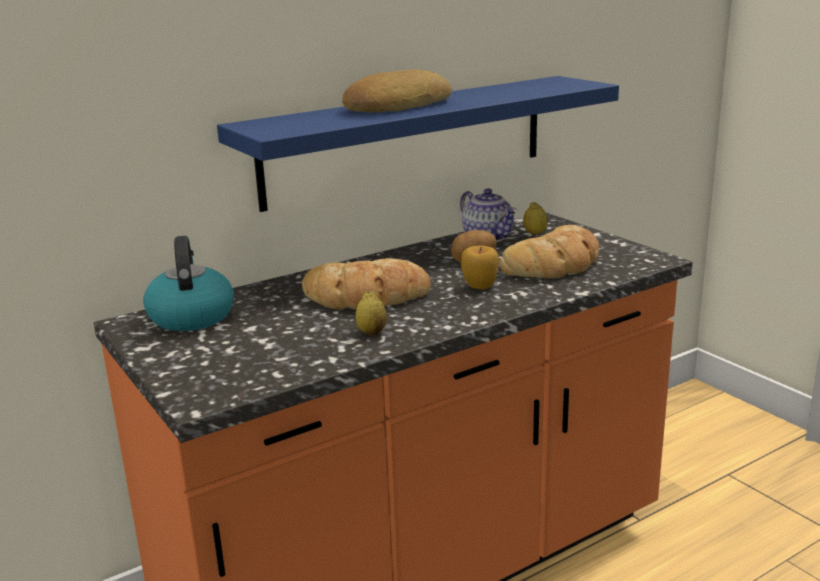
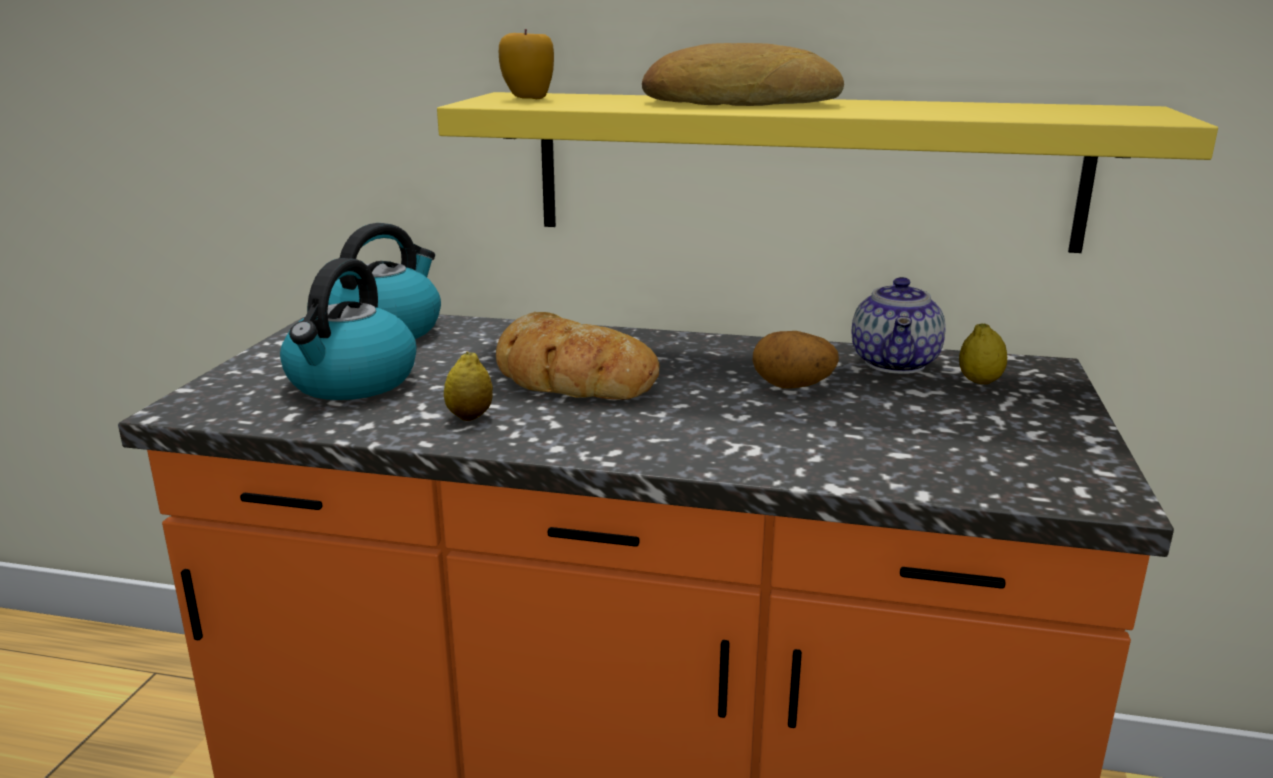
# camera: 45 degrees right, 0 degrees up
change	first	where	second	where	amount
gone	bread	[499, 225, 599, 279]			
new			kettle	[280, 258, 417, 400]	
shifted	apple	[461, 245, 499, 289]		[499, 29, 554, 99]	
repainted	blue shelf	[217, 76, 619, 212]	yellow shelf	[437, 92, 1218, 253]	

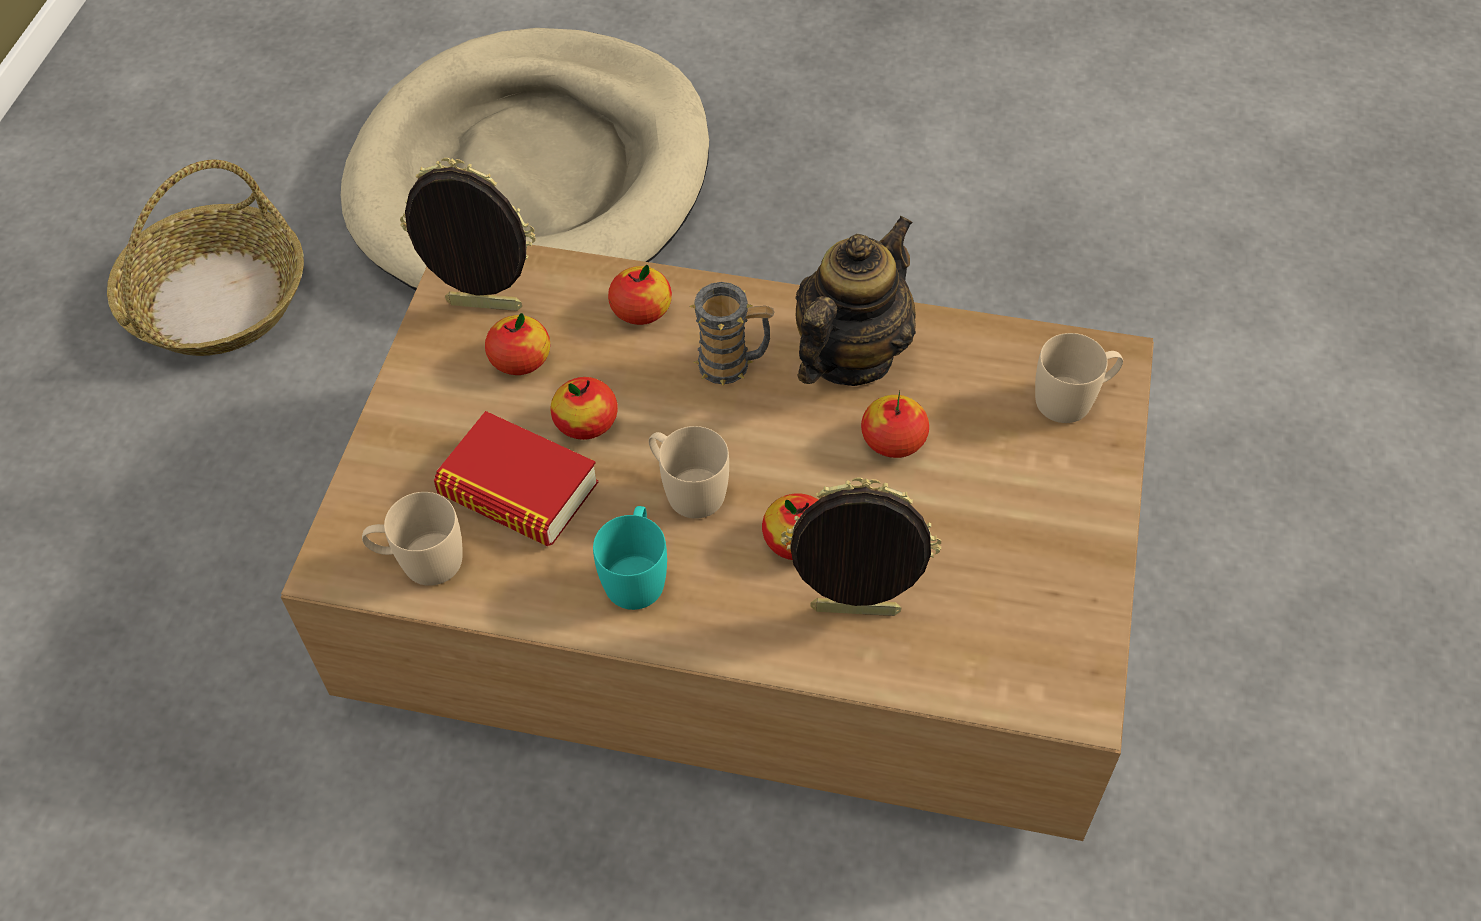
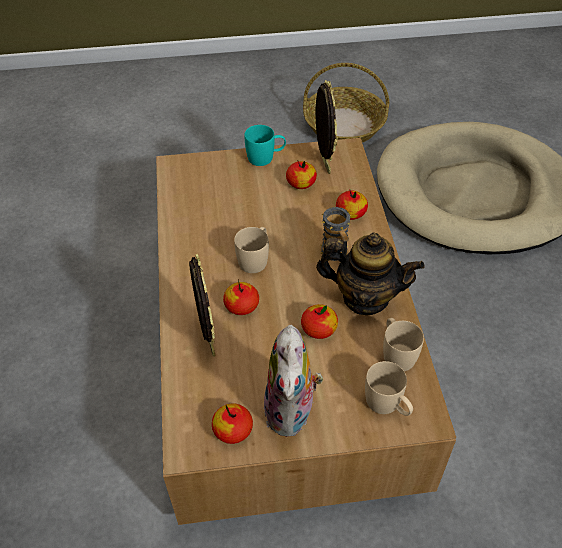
# camera: 70 degrees right, 5 degrees down
change	first	where	second	where	amount
gone	book	[434, 411, 598, 547]			
new			plush toy	[264, 325, 323, 437]	
shifted	beige mug	[362, 492, 463, 586]		[383, 318, 424, 371]	
shifted	apple	[551, 377, 618, 440]		[212, 403, 253, 444]	
shifted	turquoise mug	[593, 506, 667, 610]		[244, 125, 286, 166]	

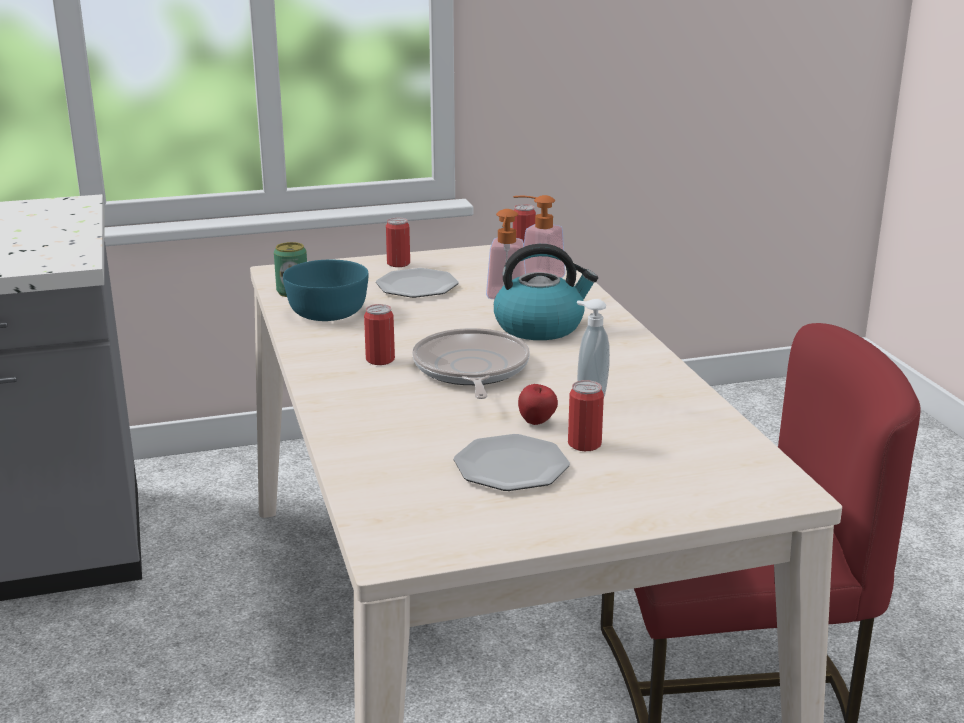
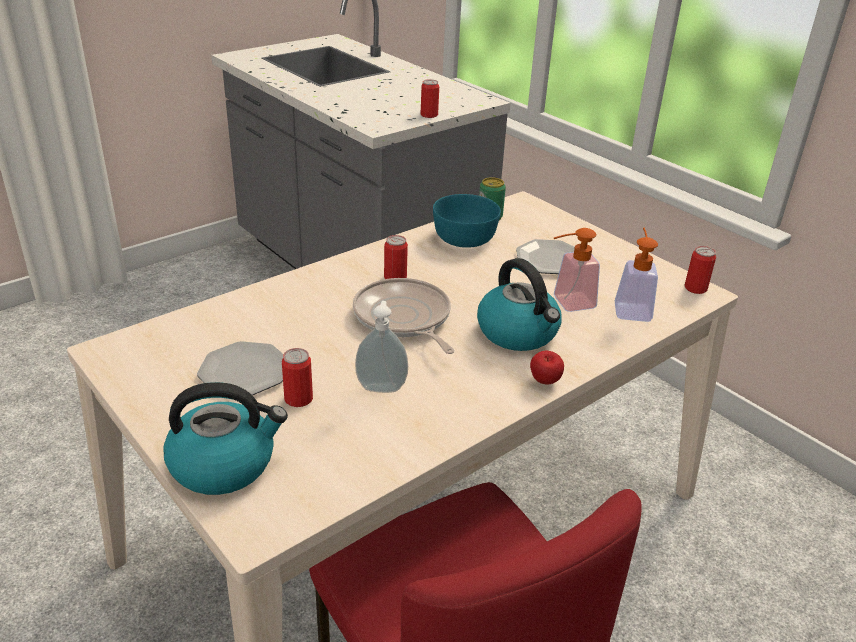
# camera: 65 degrees right, 10 degrees up
change	first	where	second	where	amount
new			kettle	[163, 382, 288, 495]	
shifted	can	[386, 218, 410, 267]		[421, 79, 439, 118]	
shifted	apple	[518, 384, 558, 425]		[530, 351, 564, 385]	
rotated	frying pan	[412, 328, 530, 399]		[353, 278, 454, 354]	90 degrees counterclockwise

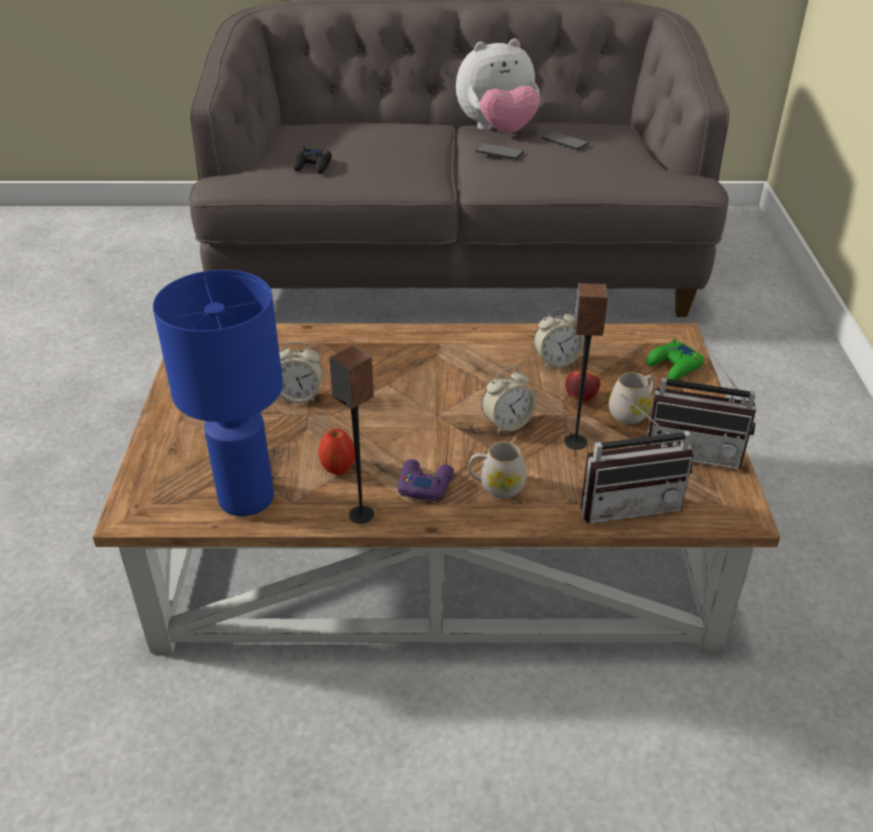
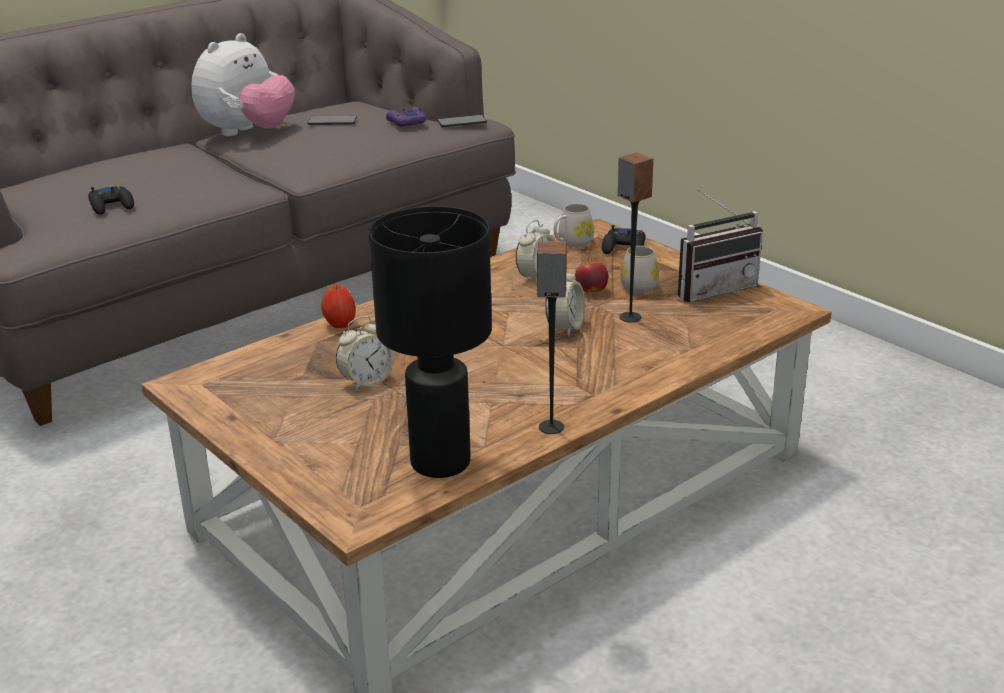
# camera: 40 degrees left, 10 degrees down
change	first	where	second	where	amount
gone	radio	[581, 394, 693, 523]			
shifted	apple	[318, 428, 355, 475]		[321, 285, 356, 328]	
shifted	purple game controller	[397, 459, 454, 501]		[386, 107, 426, 126]	
shifted	white mug	[469, 442, 526, 498]		[554, 203, 594, 247]	
shifted	phone	[475, 143, 524, 160]		[437, 115, 487, 127]	
repainted	blue table lamp	[153, 270, 283, 516]	black table lamp	[369, 206, 492, 478]	
repainted	green game controller	[646, 339, 704, 380]	black game controller	[602, 225, 646, 254]	

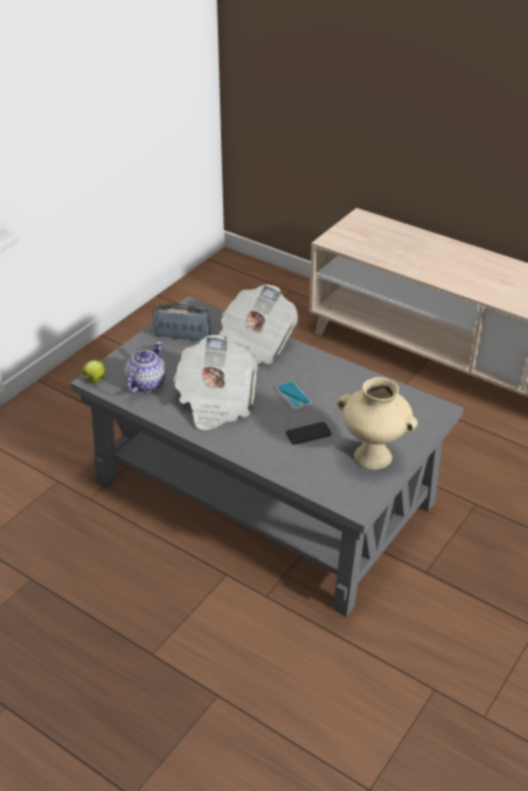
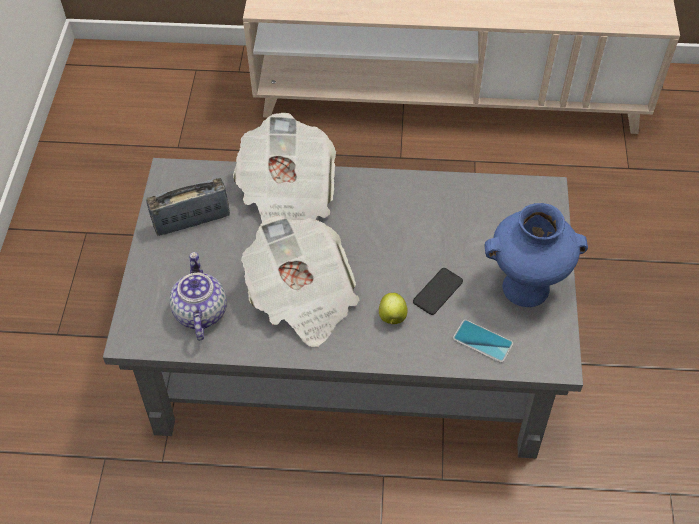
# camera: 30 degrees left, 15 degrees up
change	first	where	second	where	amount
shifted	apple	[83, 360, 105, 383]		[379, 293, 408, 324]	
shifted	phone	[276, 381, 312, 410]		[453, 320, 513, 363]	
repainted	beige vase	[337, 377, 418, 470]	blue vase	[484, 203, 588, 307]	

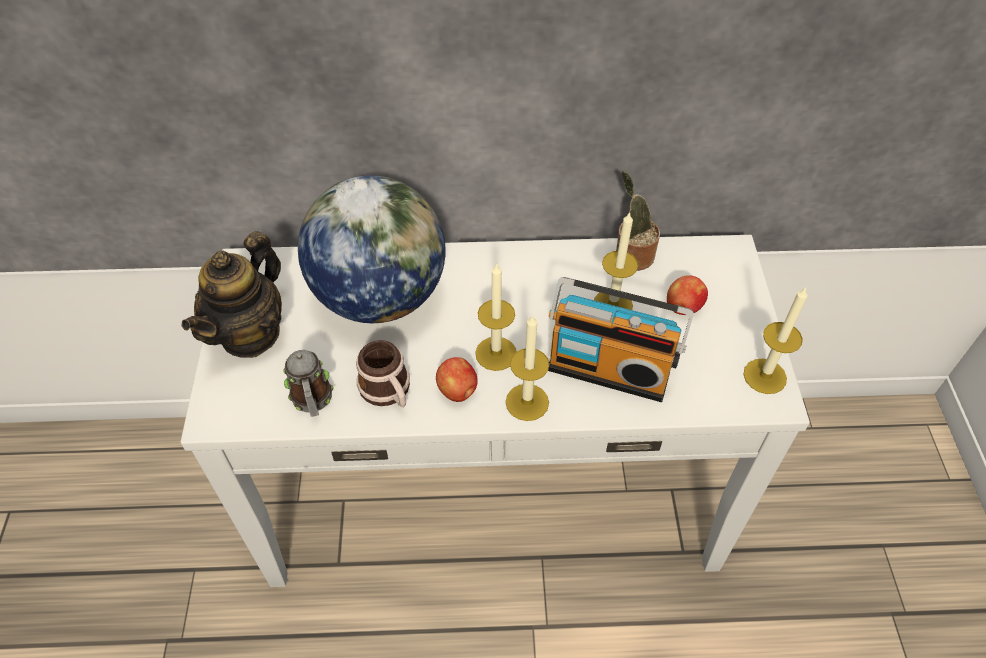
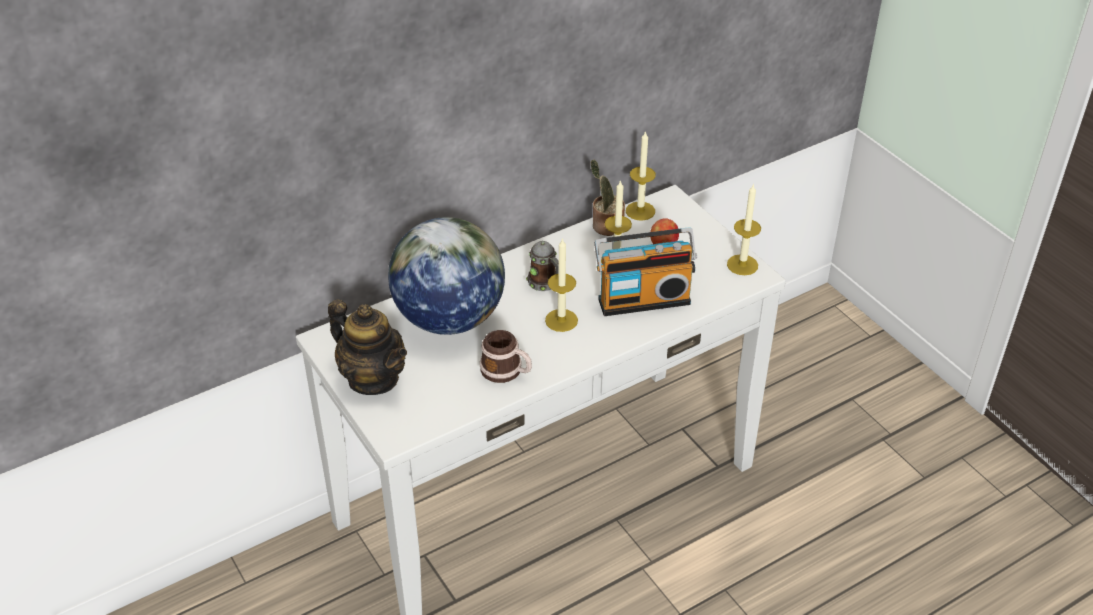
# camera: 30 degrees left, 10 degrees down
change	first	where	second	where	amount
gone	apple	[436, 357, 478, 402]			
shifted	mug	[283, 350, 334, 417]		[526, 241, 559, 291]	
shifted	candle	[506, 314, 549, 421]		[626, 131, 656, 221]	
rotated	teapot	[182, 231, 282, 358]		[328, 299, 407, 395]	45 degrees counterclockwise

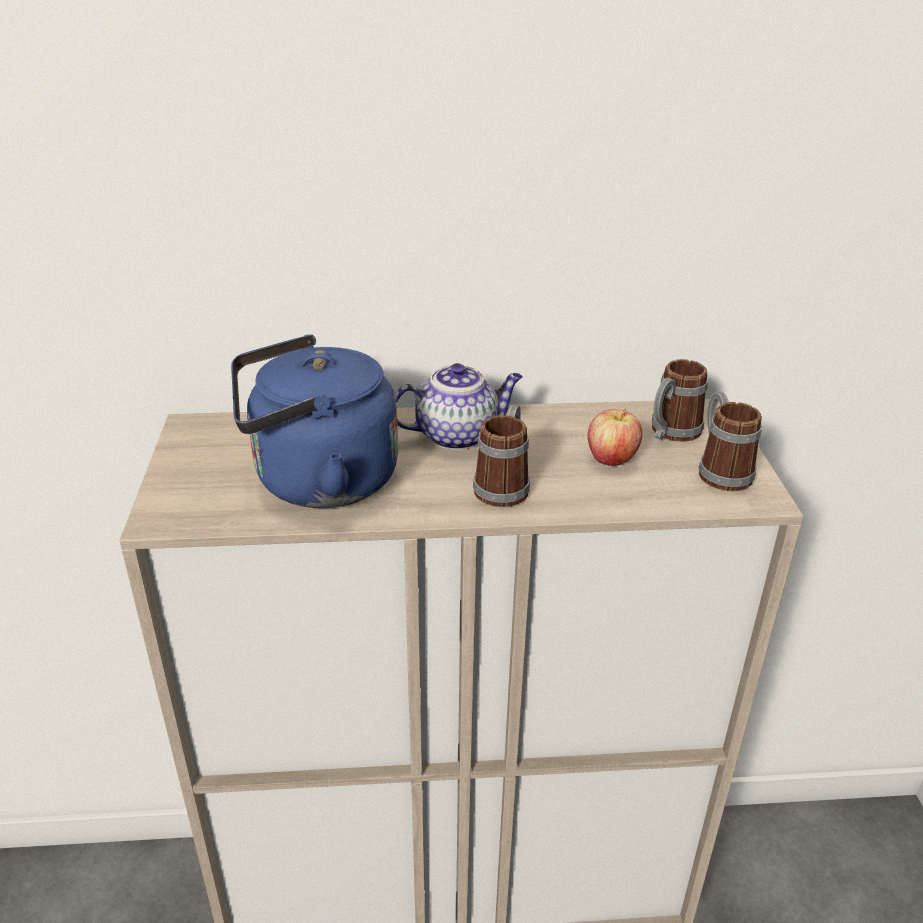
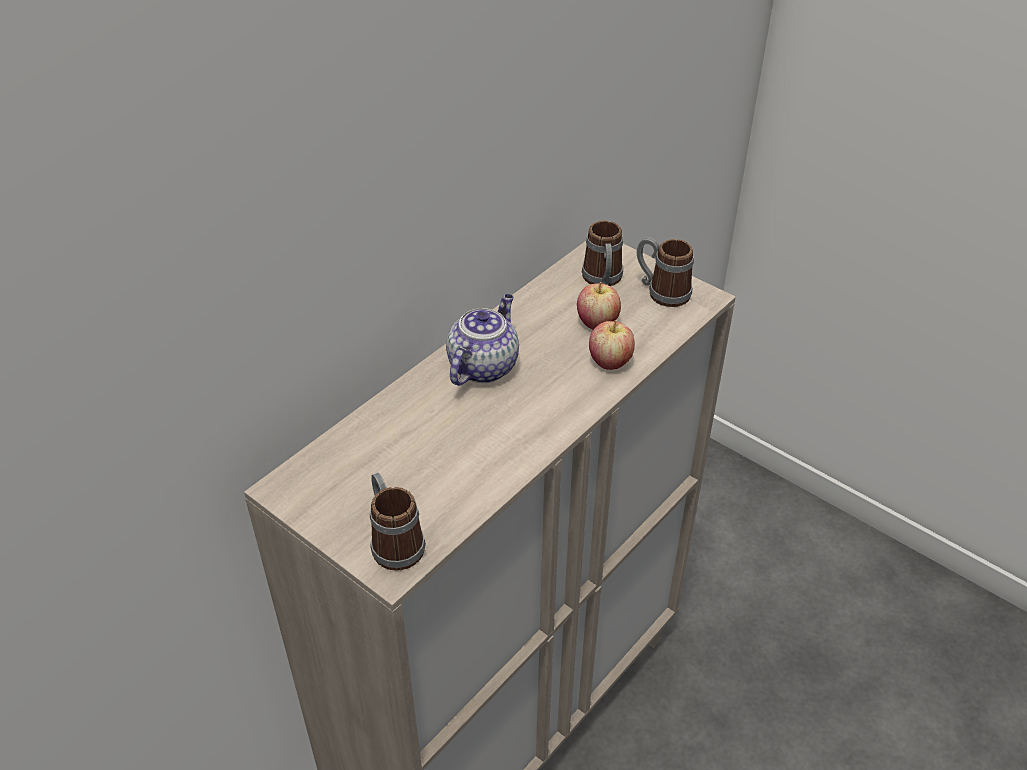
# camera: 45 degrees left, 10 degrees up
change	first	where	second	where	amount
gone	blue kettle	[231, 334, 398, 508]			
new			apple	[589, 320, 635, 370]	
shifted	mug	[473, 405, 530, 507]		[370, 473, 426, 571]	

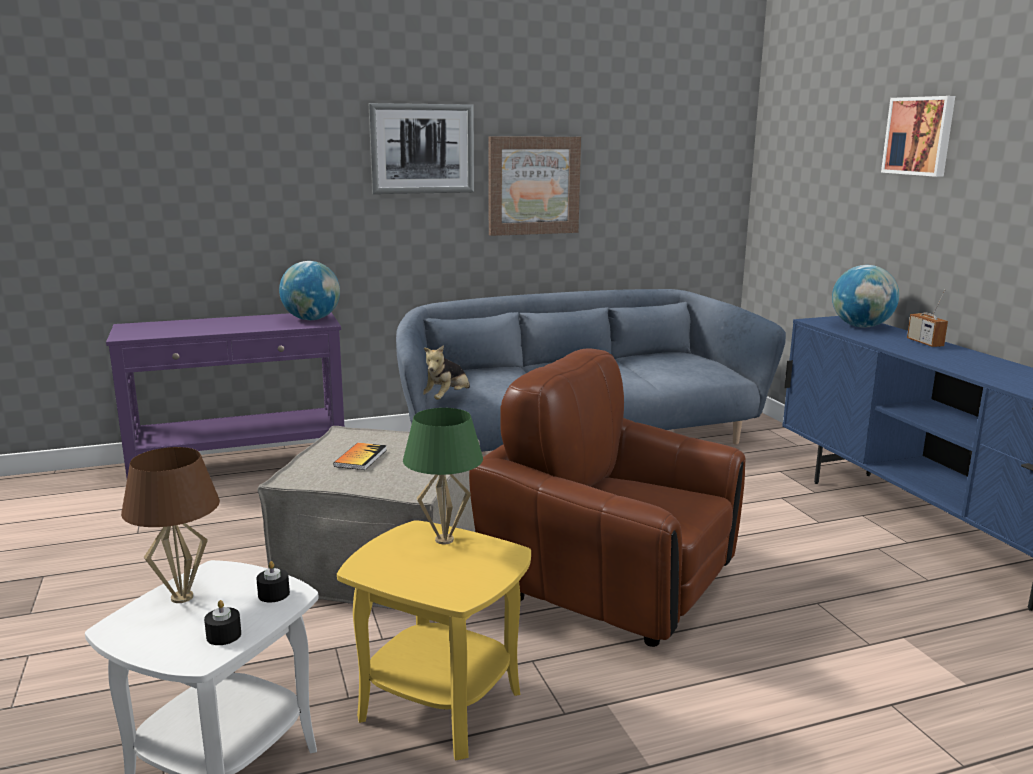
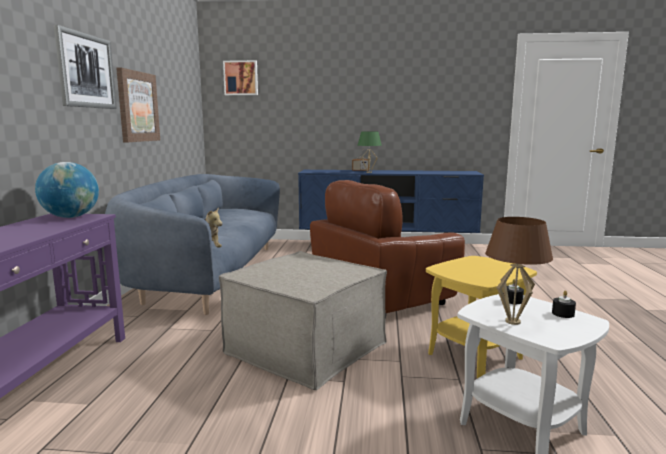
# camera: 65 degrees left, 5 degrees down
change	first	where	second	where	amount
gone	book	[333, 443, 387, 470]			
gone	globe	[832, 265, 899, 328]			
shifted	green table lamp	[403, 408, 483, 544]		[357, 132, 382, 173]	
shifted	picture	[881, 96, 955, 177]		[223, 60, 258, 95]	

